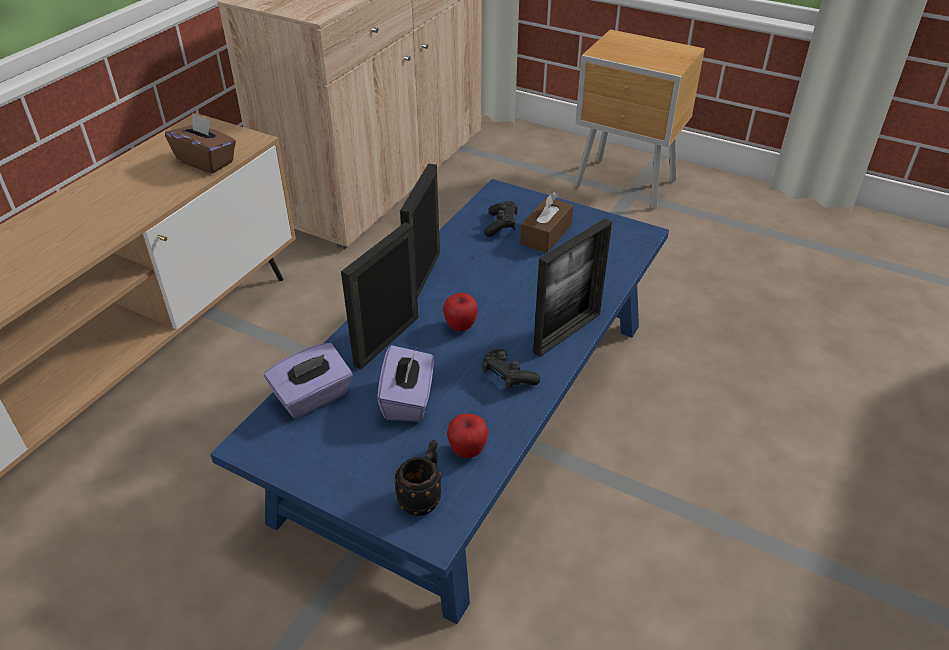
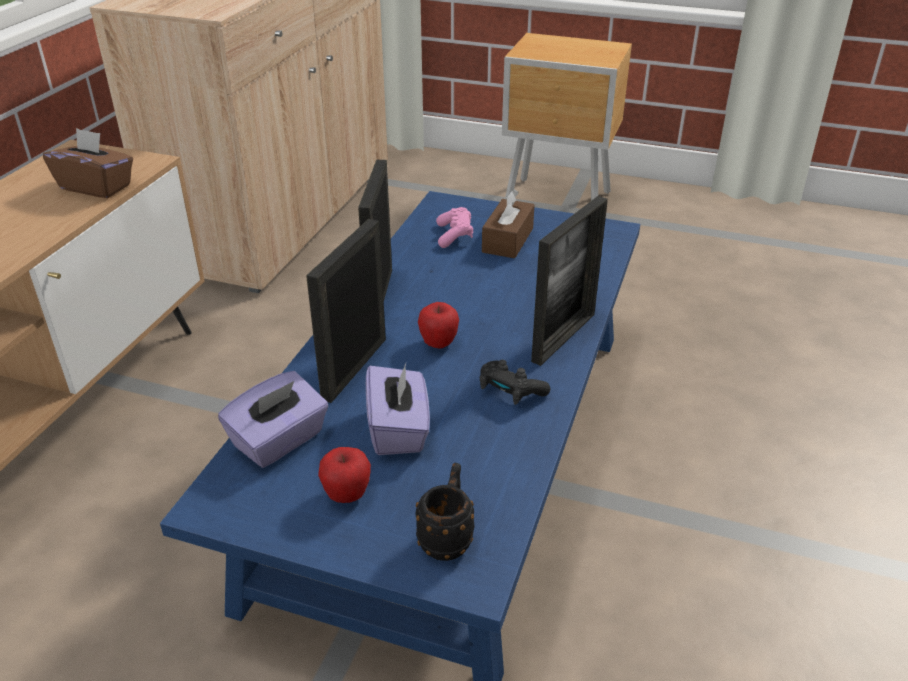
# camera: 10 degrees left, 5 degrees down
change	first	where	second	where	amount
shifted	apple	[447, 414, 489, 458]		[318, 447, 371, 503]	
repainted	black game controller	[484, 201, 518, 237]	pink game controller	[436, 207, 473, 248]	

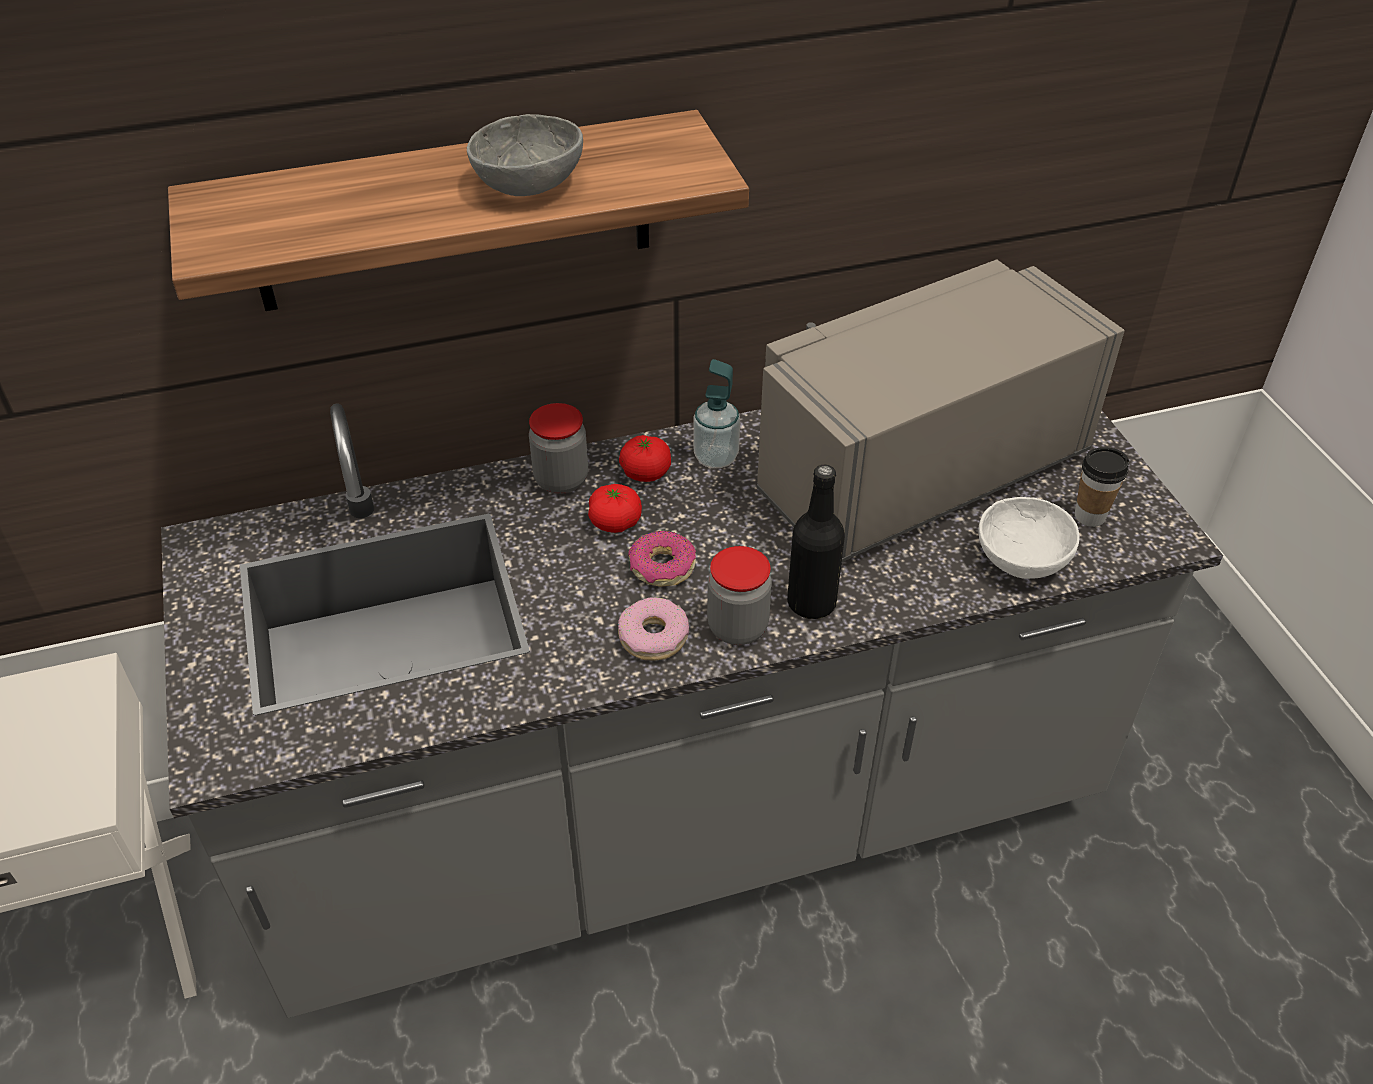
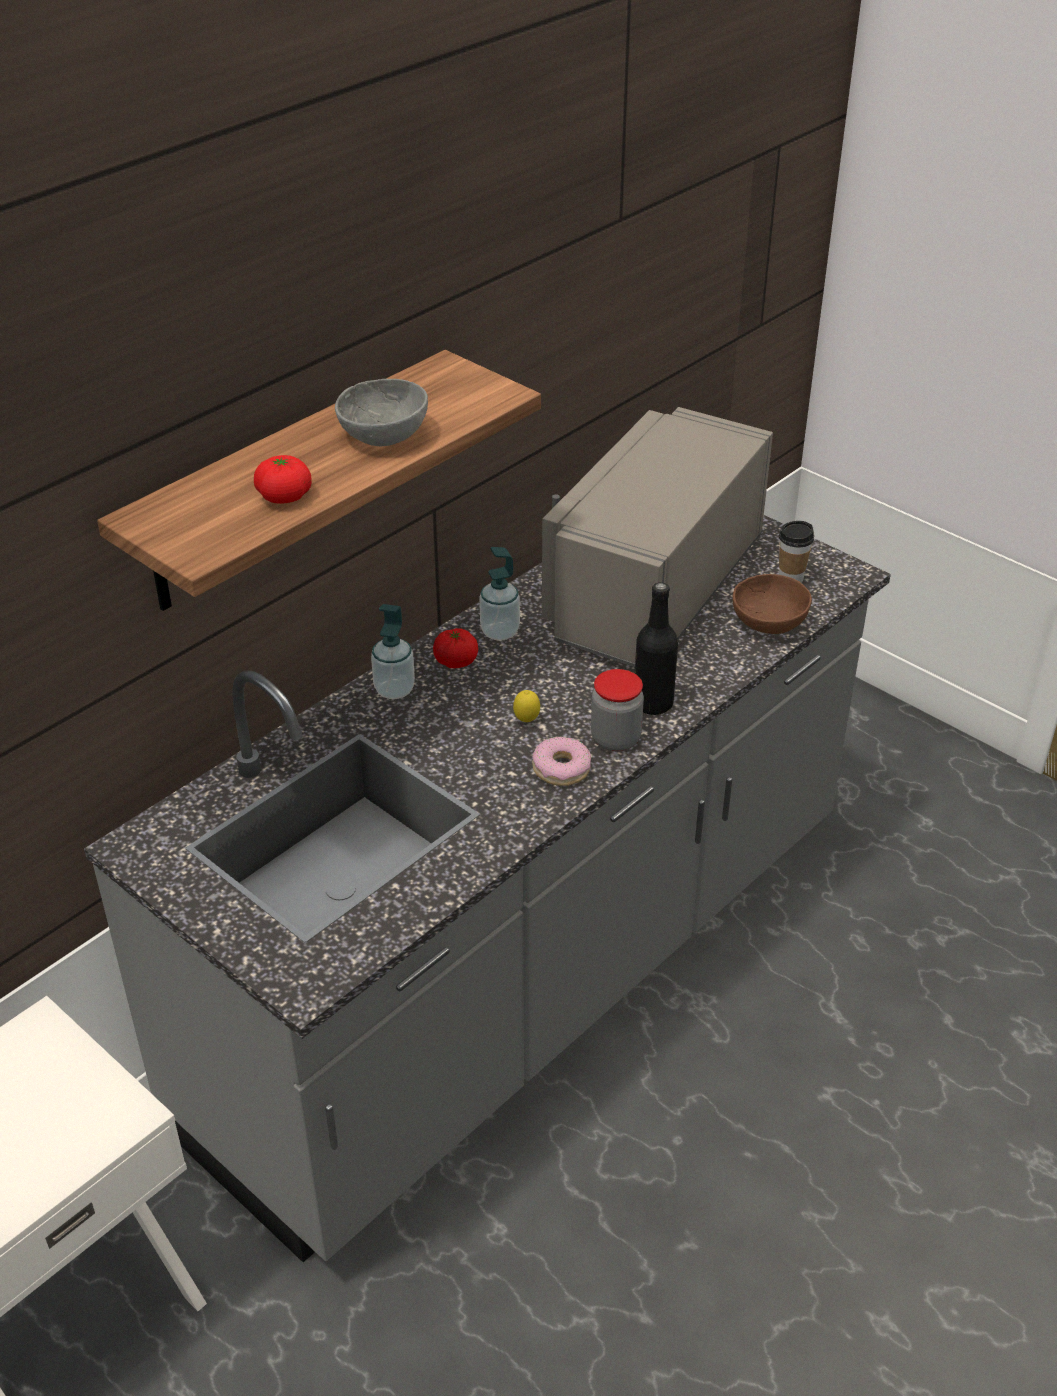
# camera: 30 degrees left, 5 degrees down
change	first	where	second	where	amount
shifted	tomato	[588, 484, 642, 533]		[254, 455, 311, 504]	
swapped	jar	[529, 403, 588, 494]	soap dispenser	[371, 604, 415, 699]	
swapped	donut	[628, 531, 696, 587]	lemon	[513, 690, 540, 722]	
repainted	white bowl	[978, 497, 1080, 579]	brown bowl	[732, 574, 812, 634]	

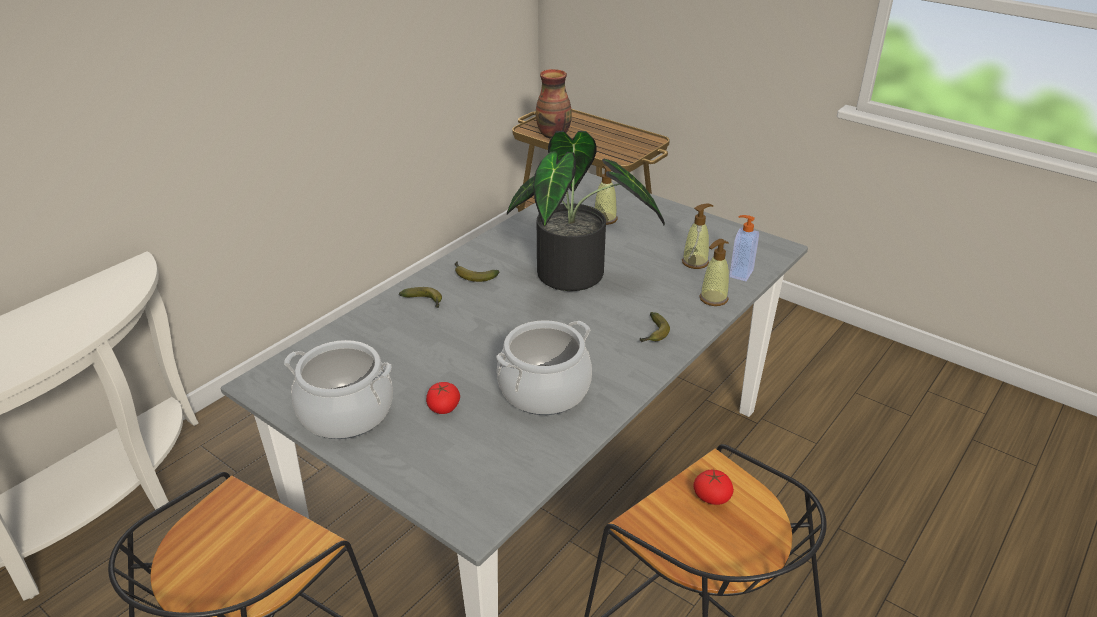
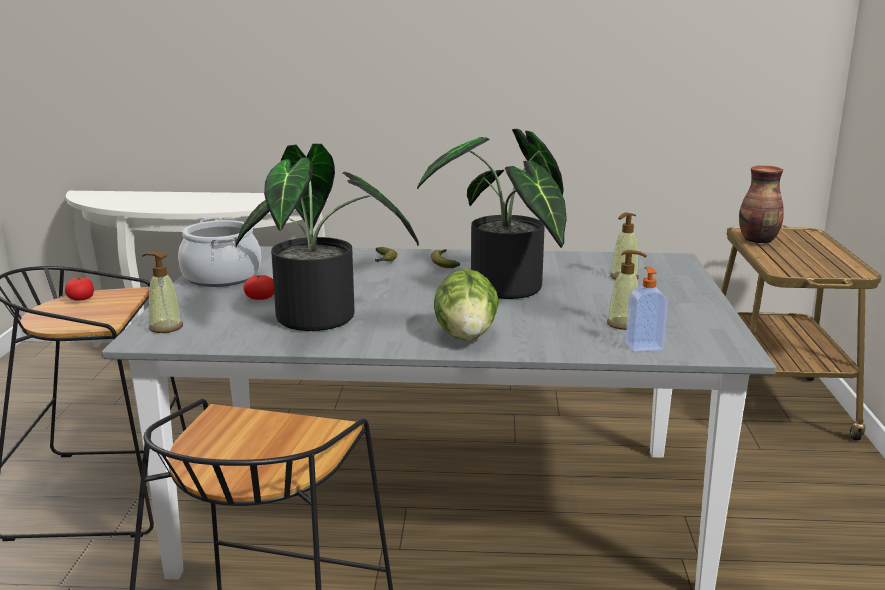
# camera: 55 degrees right, 15 degrees down
change	first	where	second	where	amount
shifted	tomato	[694, 469, 734, 505]		[65, 277, 94, 301]	
shifted	soap dispenser	[699, 239, 729, 306]		[142, 252, 183, 333]	
swapped	cooking pot	[496, 320, 592, 415]	potted plant	[235, 143, 419, 331]	
swapped	banana	[640, 312, 670, 342]	lettuce	[434, 268, 499, 341]	

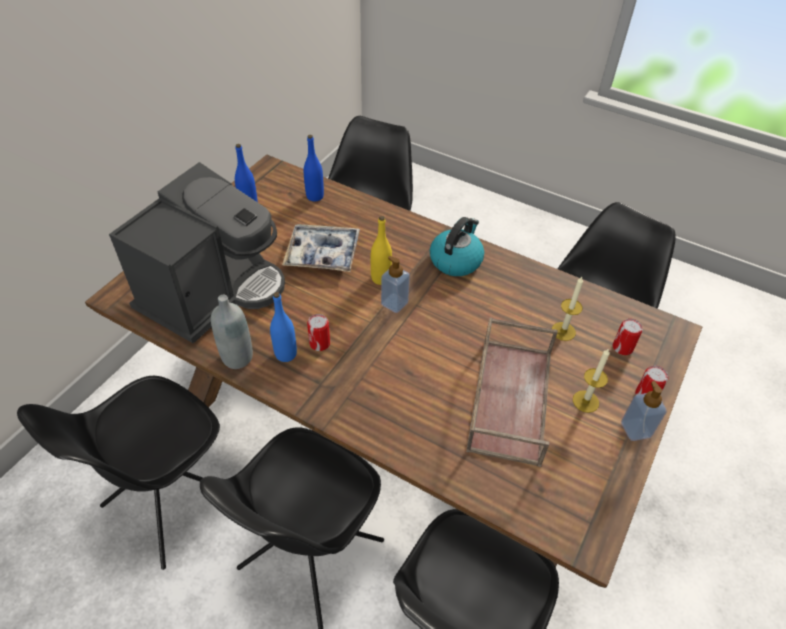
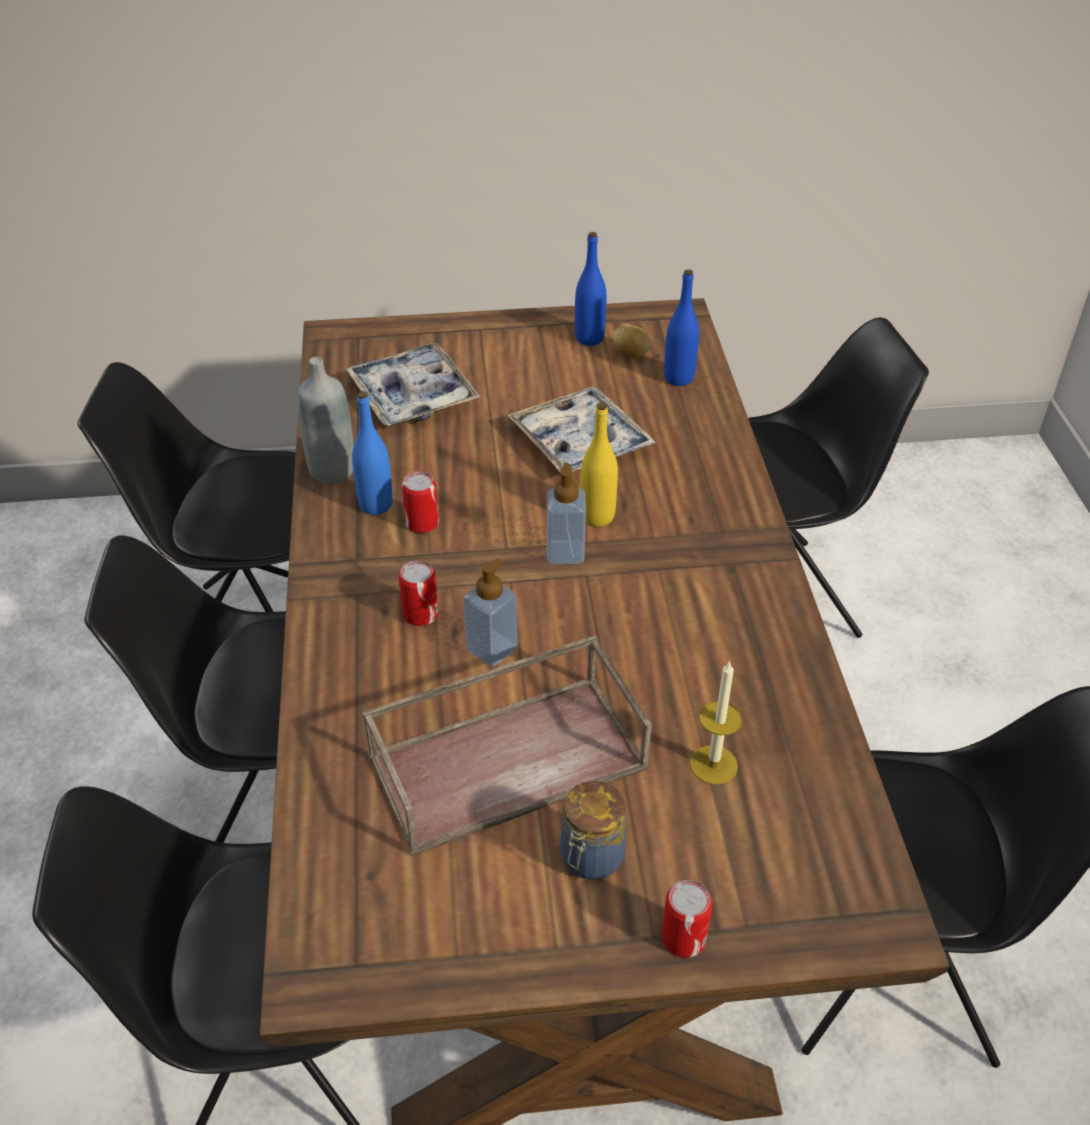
# camera: 55 degrees right, 5 degrees down
change	first	where	second	where	amount
gone	kettle	[430, 217, 484, 276]			
new			potato	[614, 324, 650, 358]	
shifted	can	[613, 318, 643, 355]		[398, 560, 439, 626]	
shifted	soap dispenser	[621, 381, 667, 441]		[463, 558, 518, 667]	
swapped	coffee machine	[109, 162, 285, 343]	tray	[346, 343, 480, 426]	
swapped	candle	[573, 348, 610, 413]	jar	[560, 781, 626, 880]	

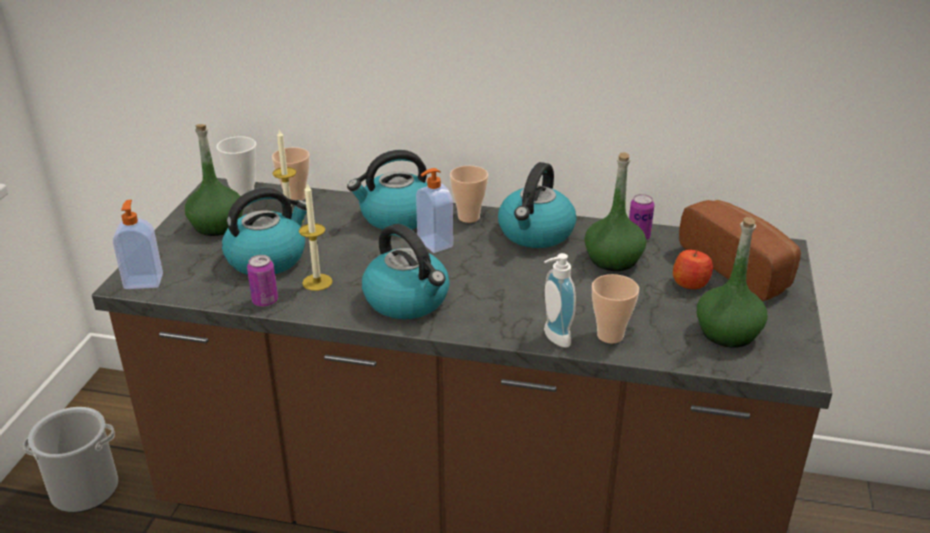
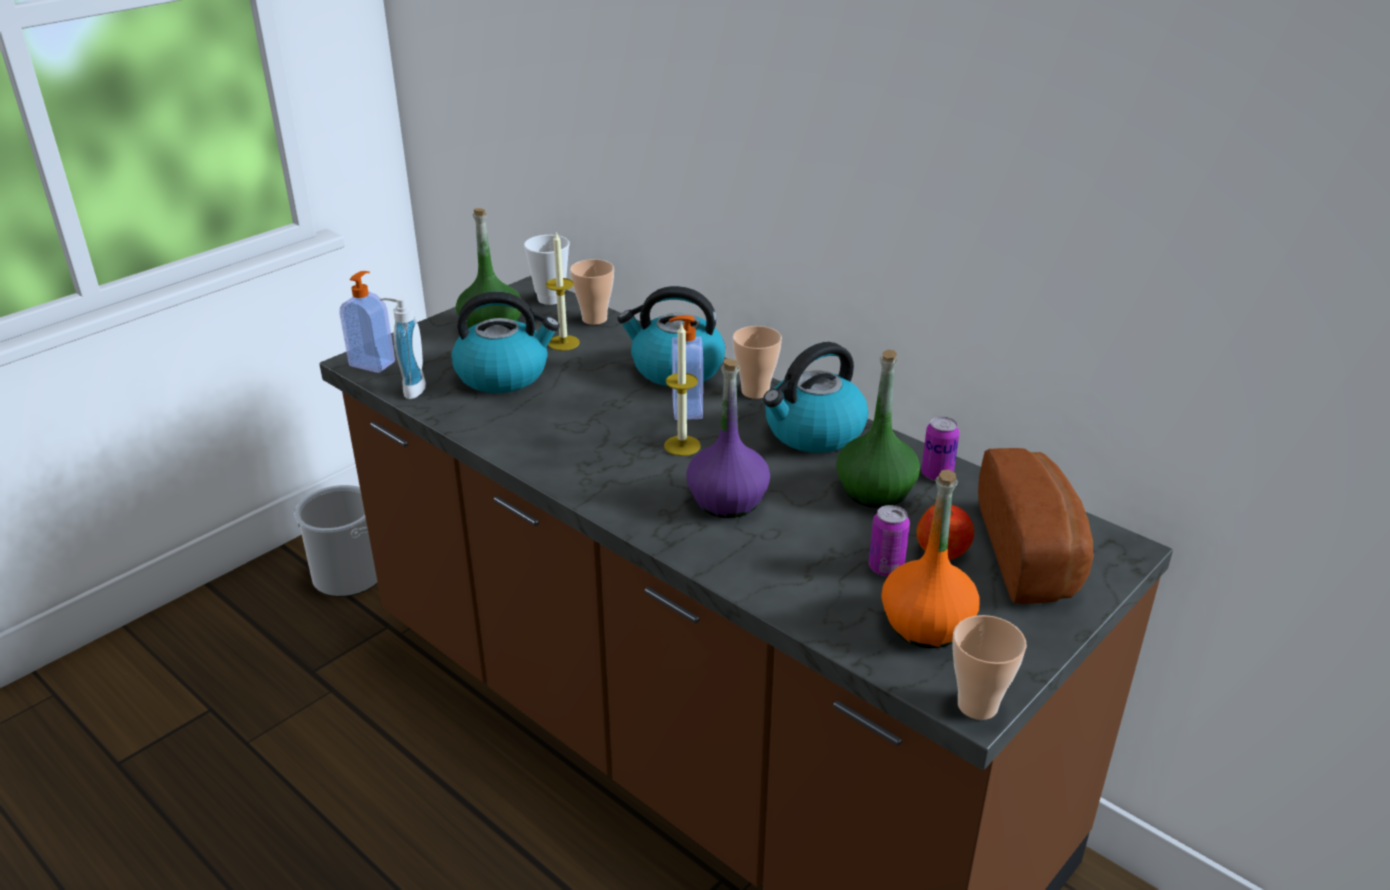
# camera: 30 degrees right, 0 degrees up
change	first	where	second	where	amount
gone	kettle	[362, 224, 449, 319]			
new			purple bottle	[686, 358, 770, 518]	
shifted	can	[247, 255, 278, 307]		[869, 505, 910, 576]	
shifted	candle	[299, 183, 333, 291]		[664, 322, 701, 456]	
shifted	soap dispenser	[544, 253, 576, 348]		[380, 296, 426, 399]	
shifted	cup	[592, 274, 639, 344]		[952, 615, 1027, 720]	
repainted	green bottle	[697, 217, 768, 348]	orange bottle	[881, 469, 980, 648]	

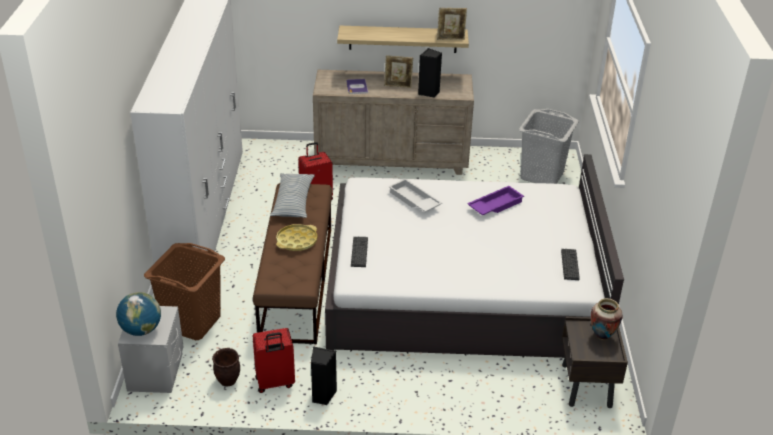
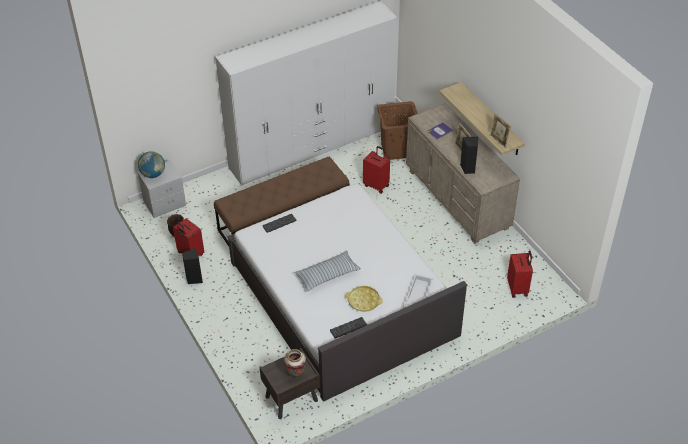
# camera: 60 degrees right, 10 degrees up
change	first	where	second	where	amount
gone	purple tray	[467, 186, 524, 215]			
shifted	brown laundry basket	[144, 243, 225, 340]		[377, 101, 418, 160]	
shifted	pillow	[270, 173, 315, 218]		[294, 251, 361, 292]	
shifted	yellow tray	[276, 224, 317, 251]		[345, 286, 383, 312]	
shifted	white tray	[389, 178, 442, 212]		[403, 274, 433, 308]	
swapped	grey laundry basket	[519, 109, 579, 184]	red suitcase	[507, 250, 533, 298]	

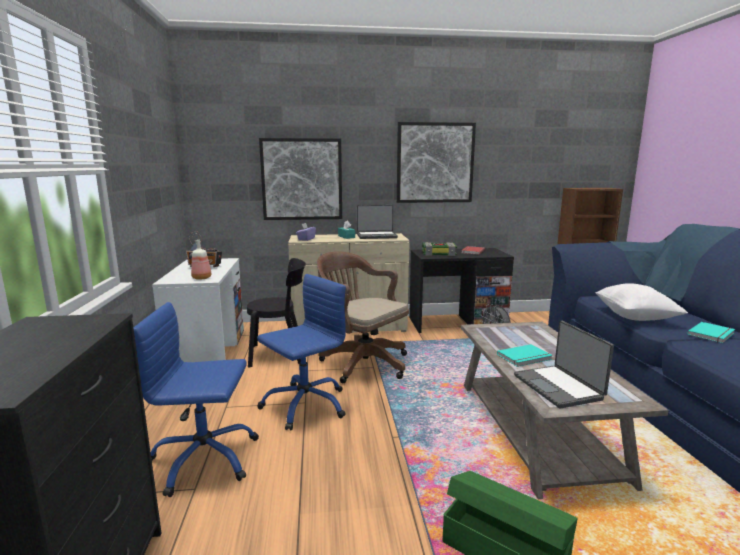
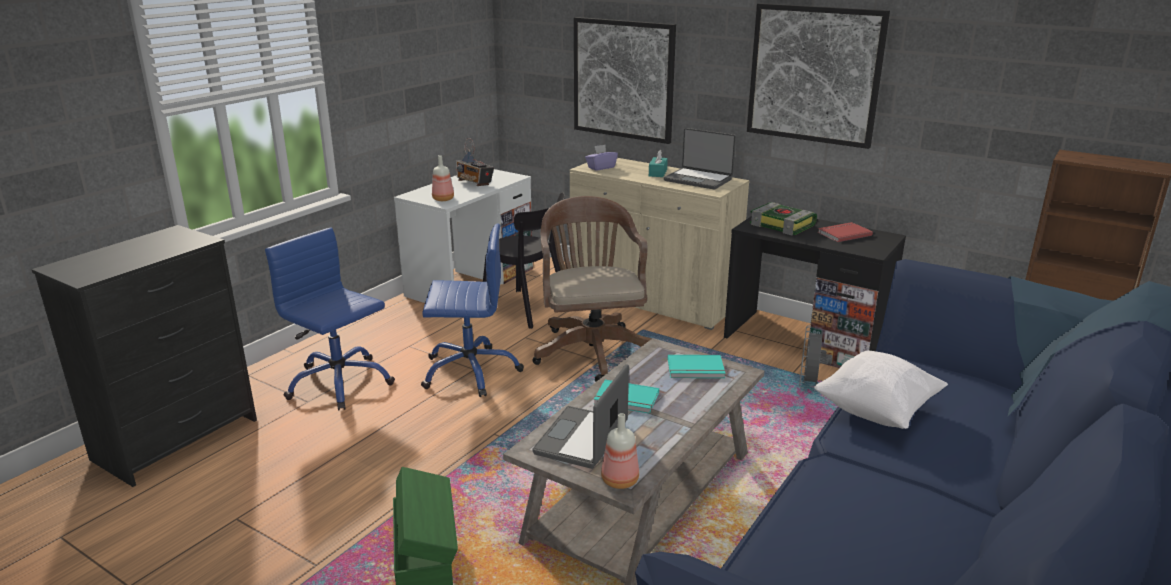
# camera: 40 degrees right, 10 degrees up
change	first	where	second	where	amount
new			bottle	[601, 413, 639, 489]	
shifted	turquoise book	[687, 322, 735, 343]		[668, 355, 726, 378]	

